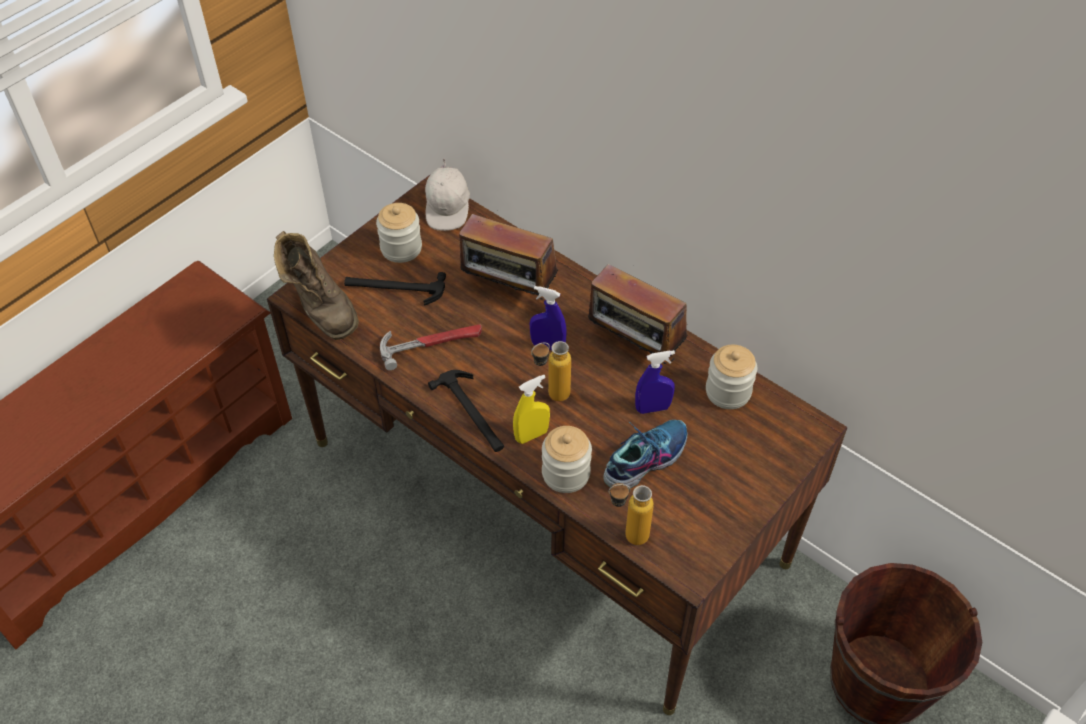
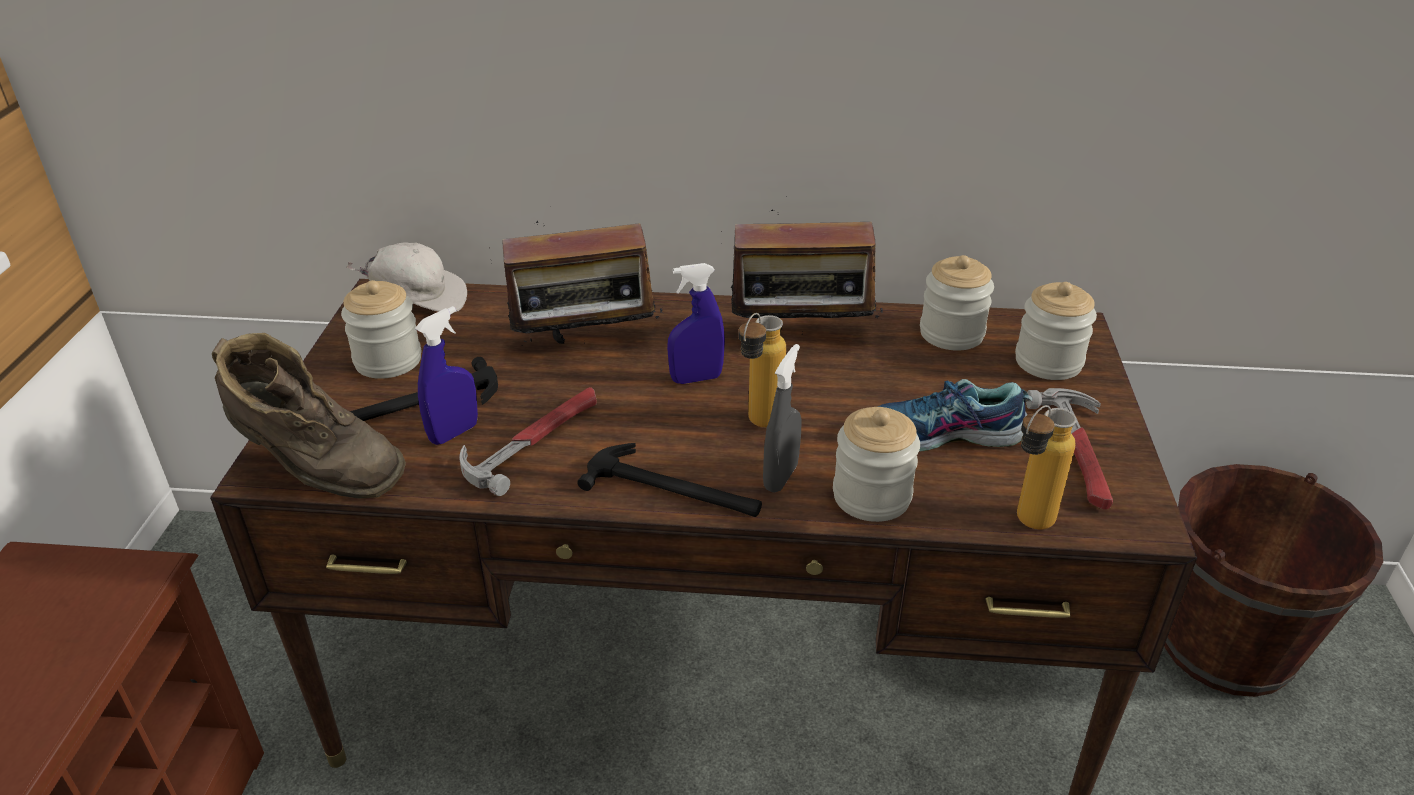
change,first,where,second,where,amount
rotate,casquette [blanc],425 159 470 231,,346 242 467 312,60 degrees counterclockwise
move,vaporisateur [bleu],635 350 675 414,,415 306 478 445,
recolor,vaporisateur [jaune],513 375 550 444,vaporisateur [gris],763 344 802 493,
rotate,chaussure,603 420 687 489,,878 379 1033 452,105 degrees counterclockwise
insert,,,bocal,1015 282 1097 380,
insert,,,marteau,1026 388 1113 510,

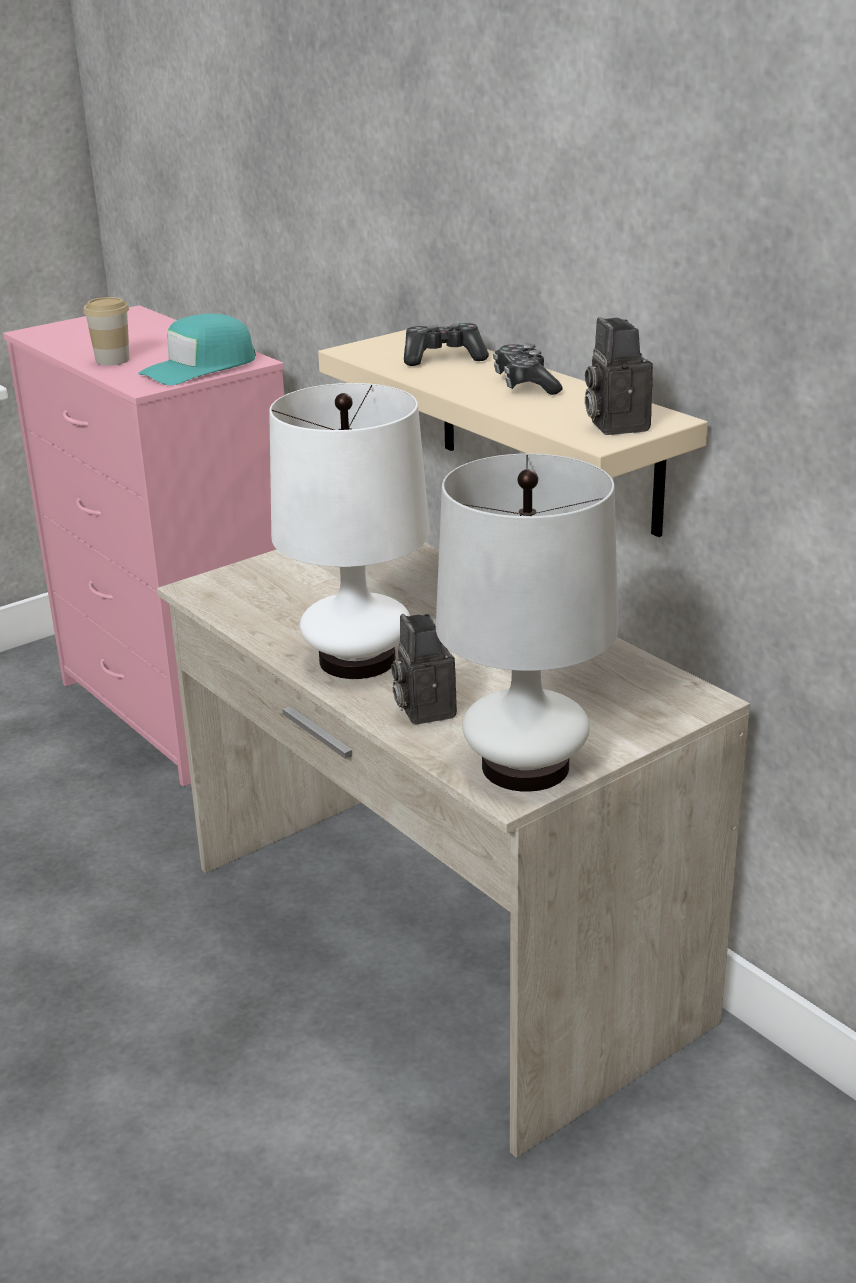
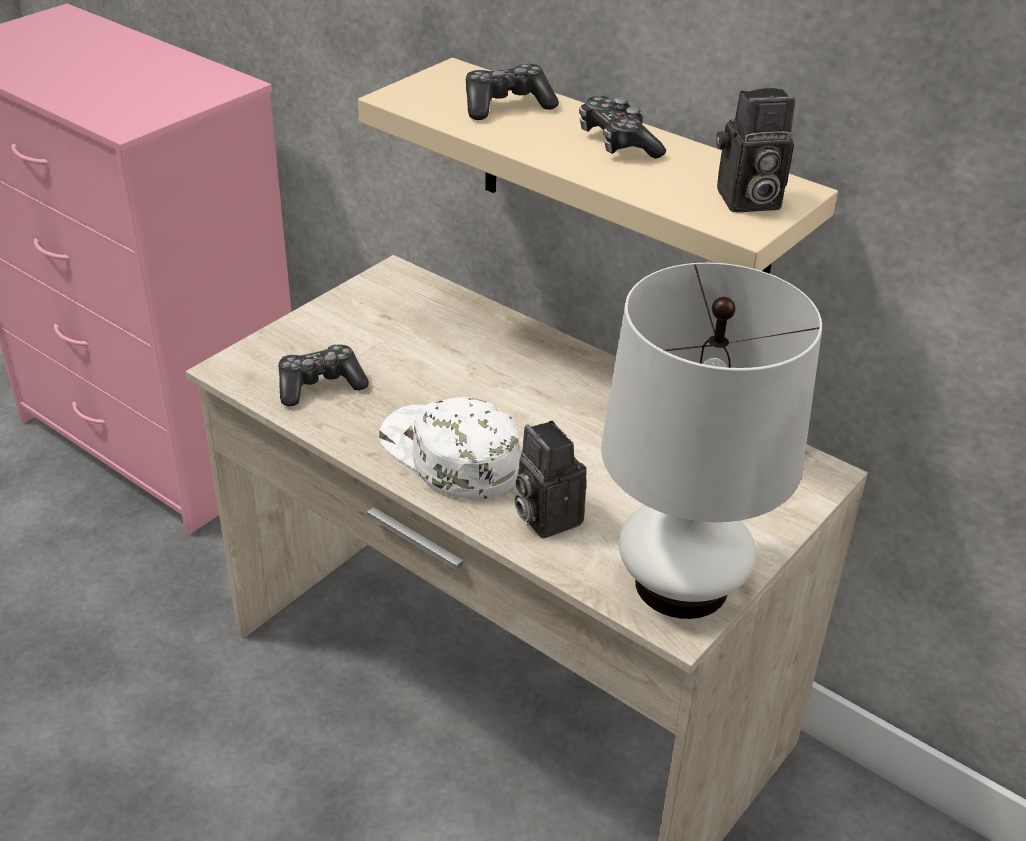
change,first,where,second,where,amount
insert,,,manette,278 344 369 407,
replace,lampe de table [blanc],269 383 430 679,casquette [blanc],379 397 520 499,
rotate,appareil photo,585 317 653 435,,716 88 796 213,75 degrees counterclockwise
delete,tasse,83 297 130 365,,,
delete,casquette [turquoise],138 314 256 385,,,

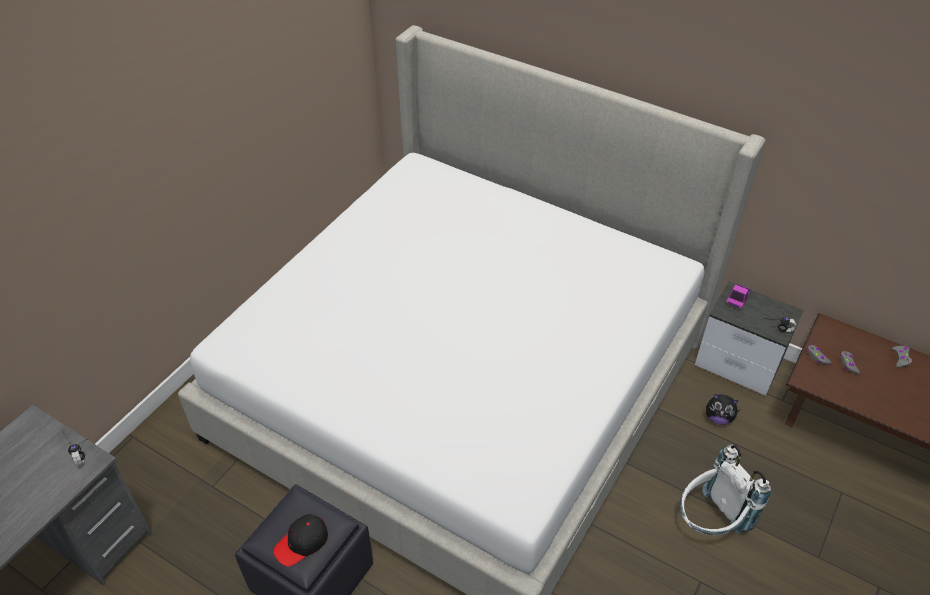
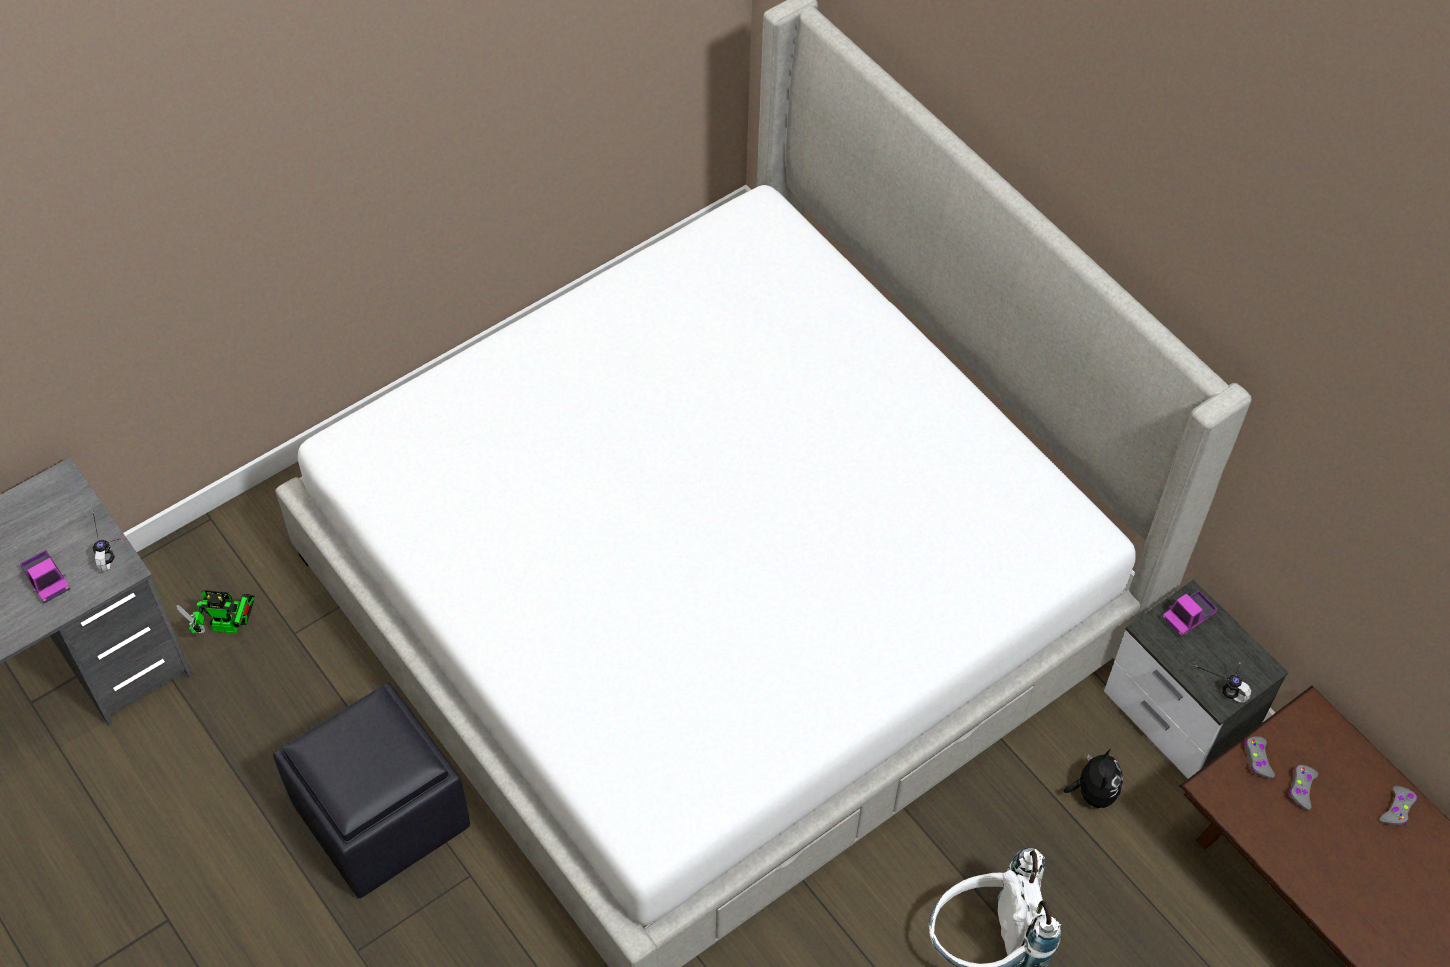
change,first,where,second,where,amount
insert,,,camion jouet,20 550 70 603,
insert,,,robot jouet,176 590 255 634,
rotate,peluche,706 394 740 425,,1064 748 1123 808,120 degrees counterclockwise
delete,casquette [noir],274 514 328 567,,,

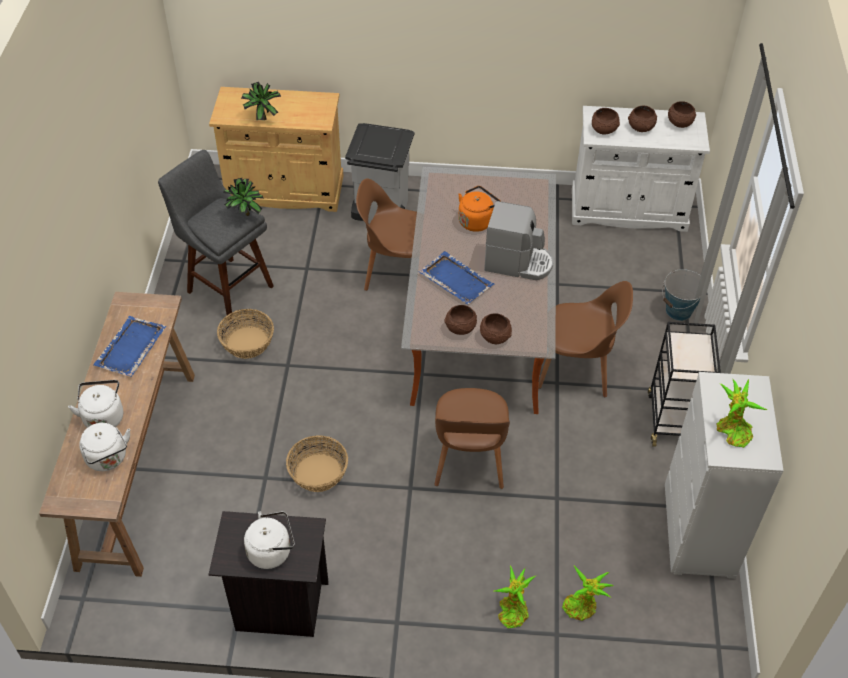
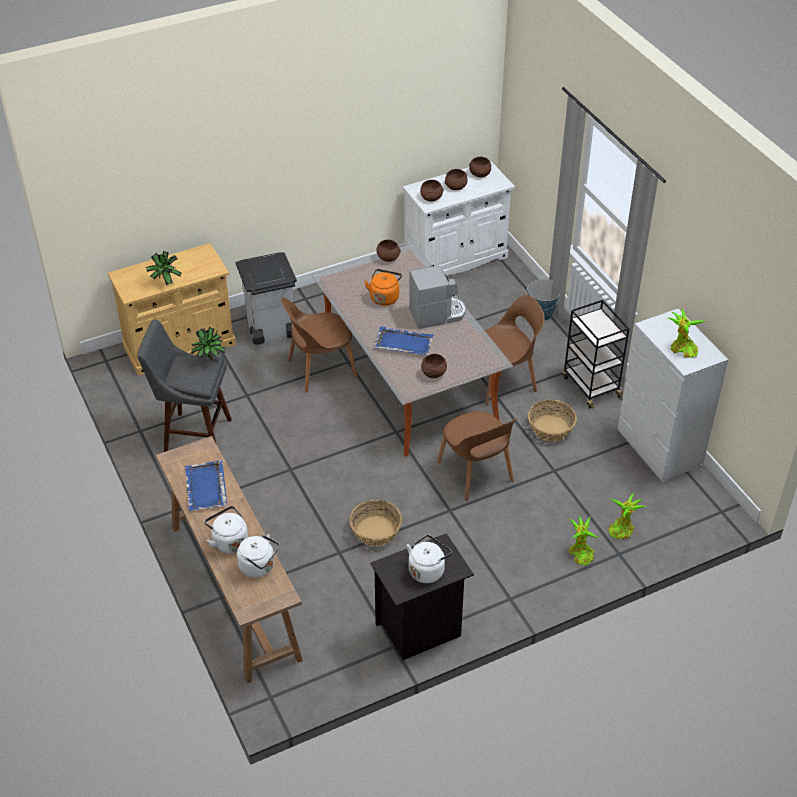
change,first,where,second,where,amount
move,bol [marron],480 313 512 344,,376 240 401 262,
move,panier,217 309 274 359,,528 400 577 441,

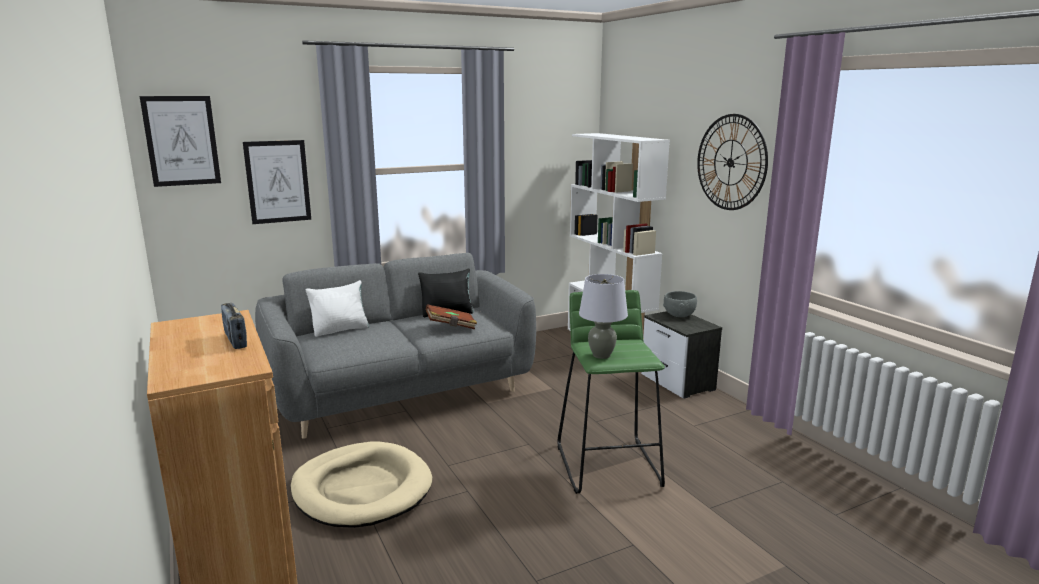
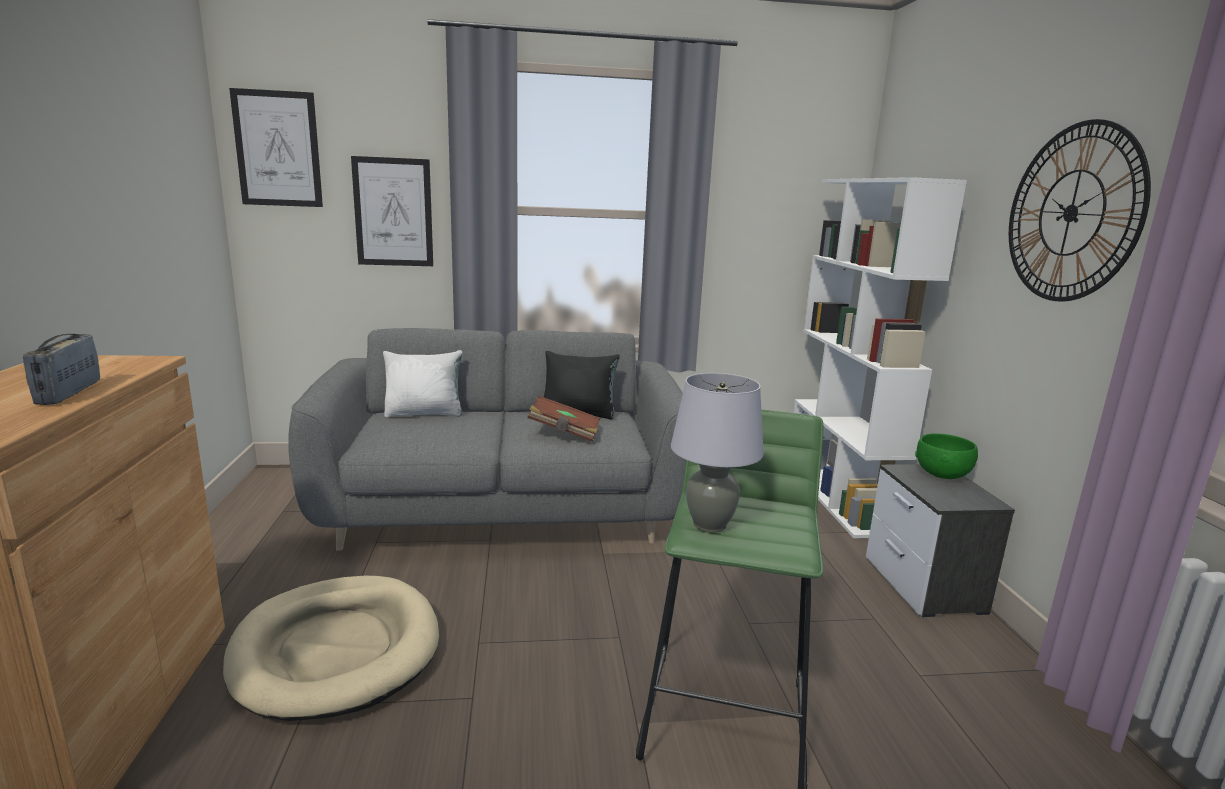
change,first,where,second,where,amount
recolor,bol [gris],663 291 697 317,bol [vert],915 433 978 479,

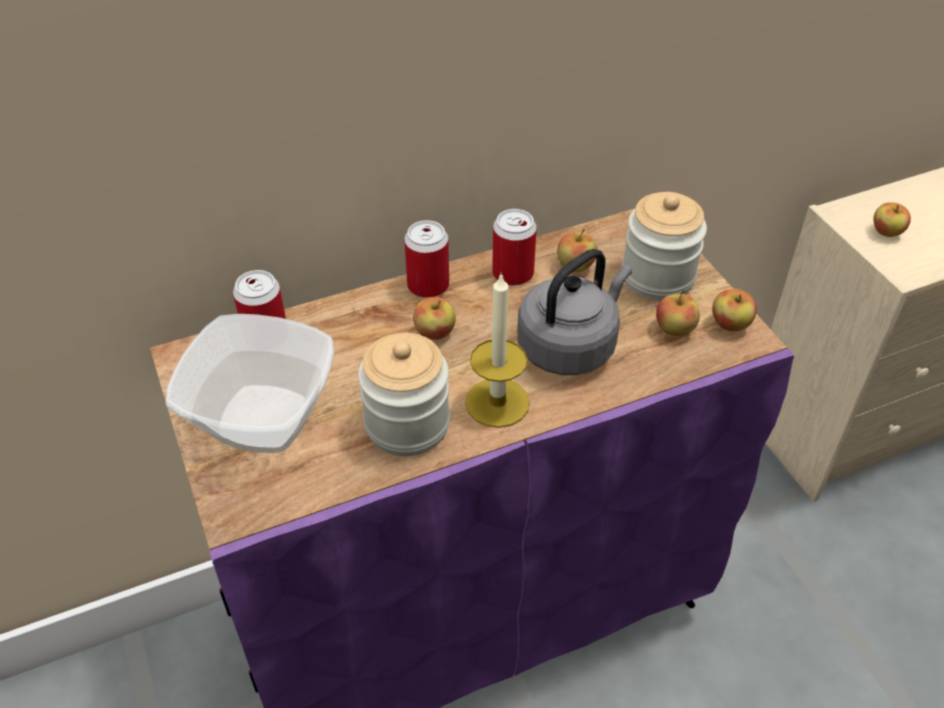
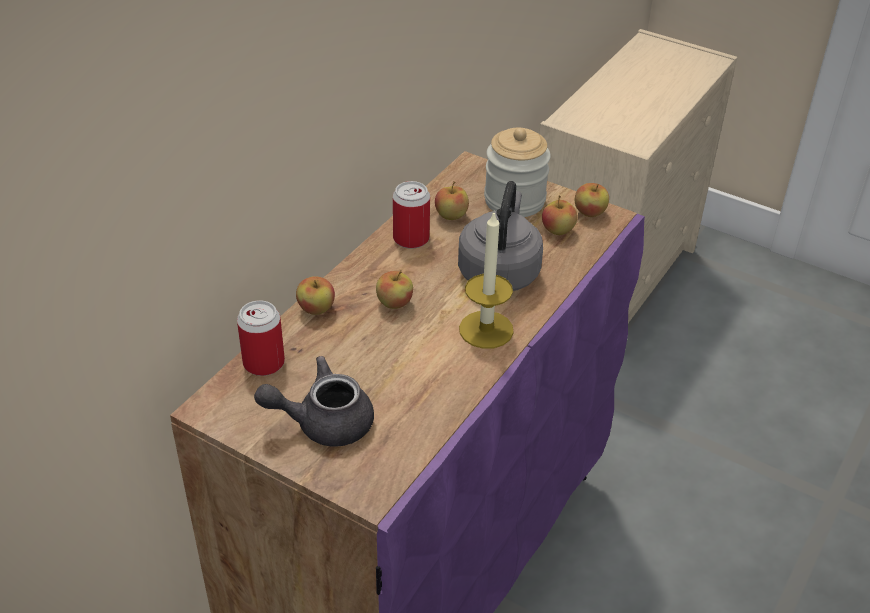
change,first,where,second,where,amount
replace,bol,166 314 334 453,théière [gris],254 356 374 447,
move,pomme,873 202 911 237,,296 276 335 315,
delete,bocal,358 333 450 456,,,
delete,boîte métallique,404 220 449 298,,,

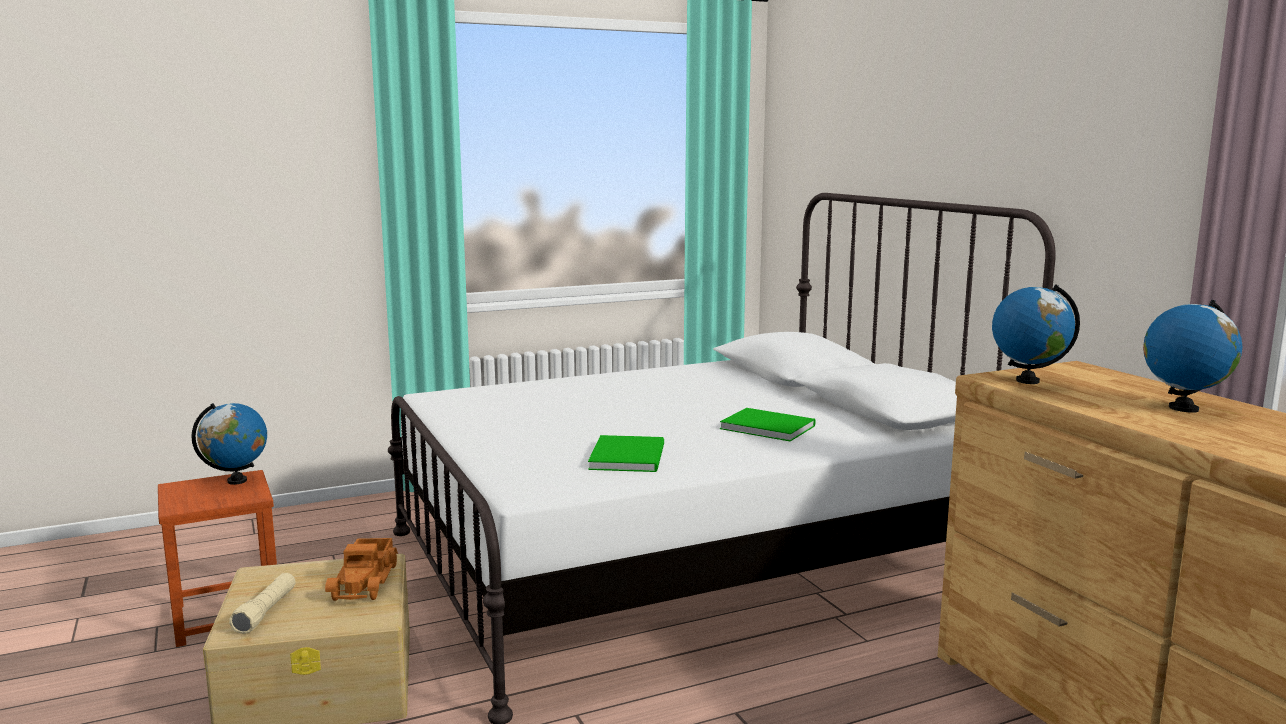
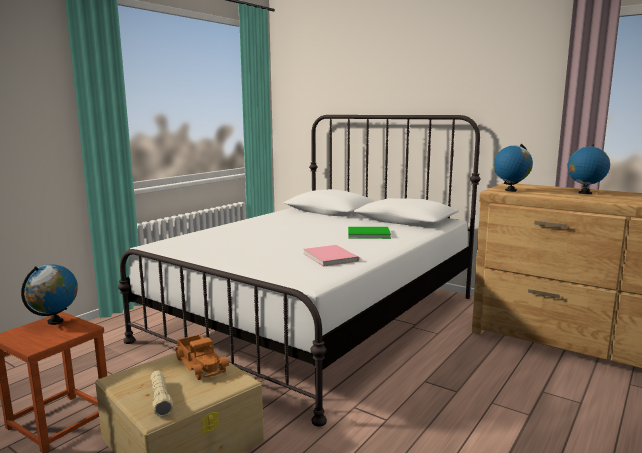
change,first,where,second,where,amount
recolor,livre [vert],588 435 664 472,livre [rose],303 245 359 267,

